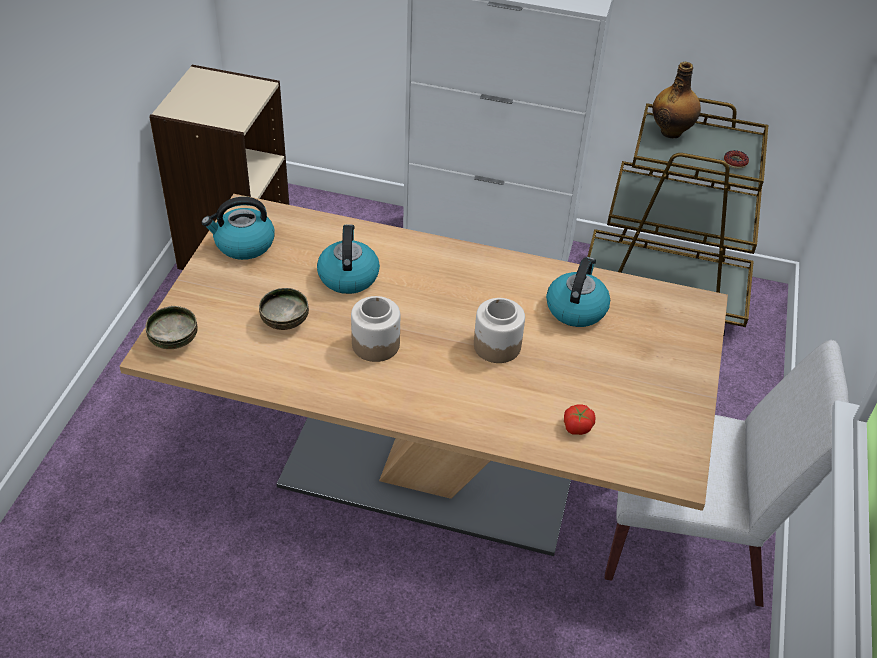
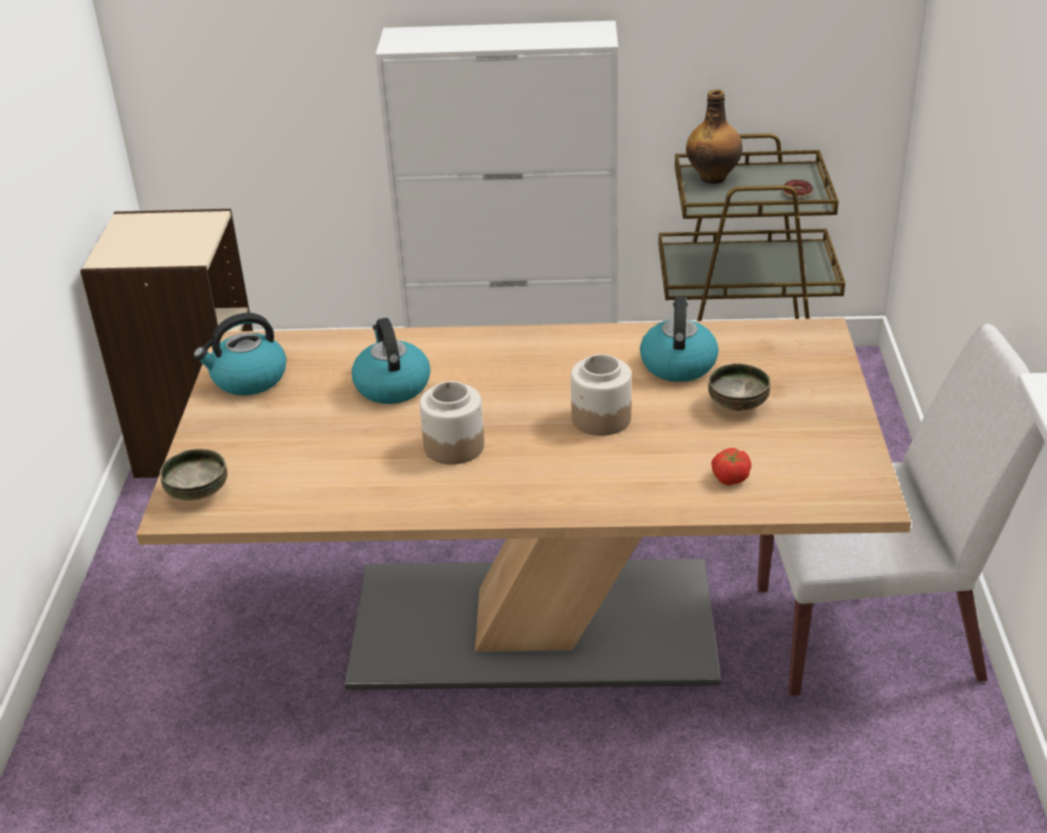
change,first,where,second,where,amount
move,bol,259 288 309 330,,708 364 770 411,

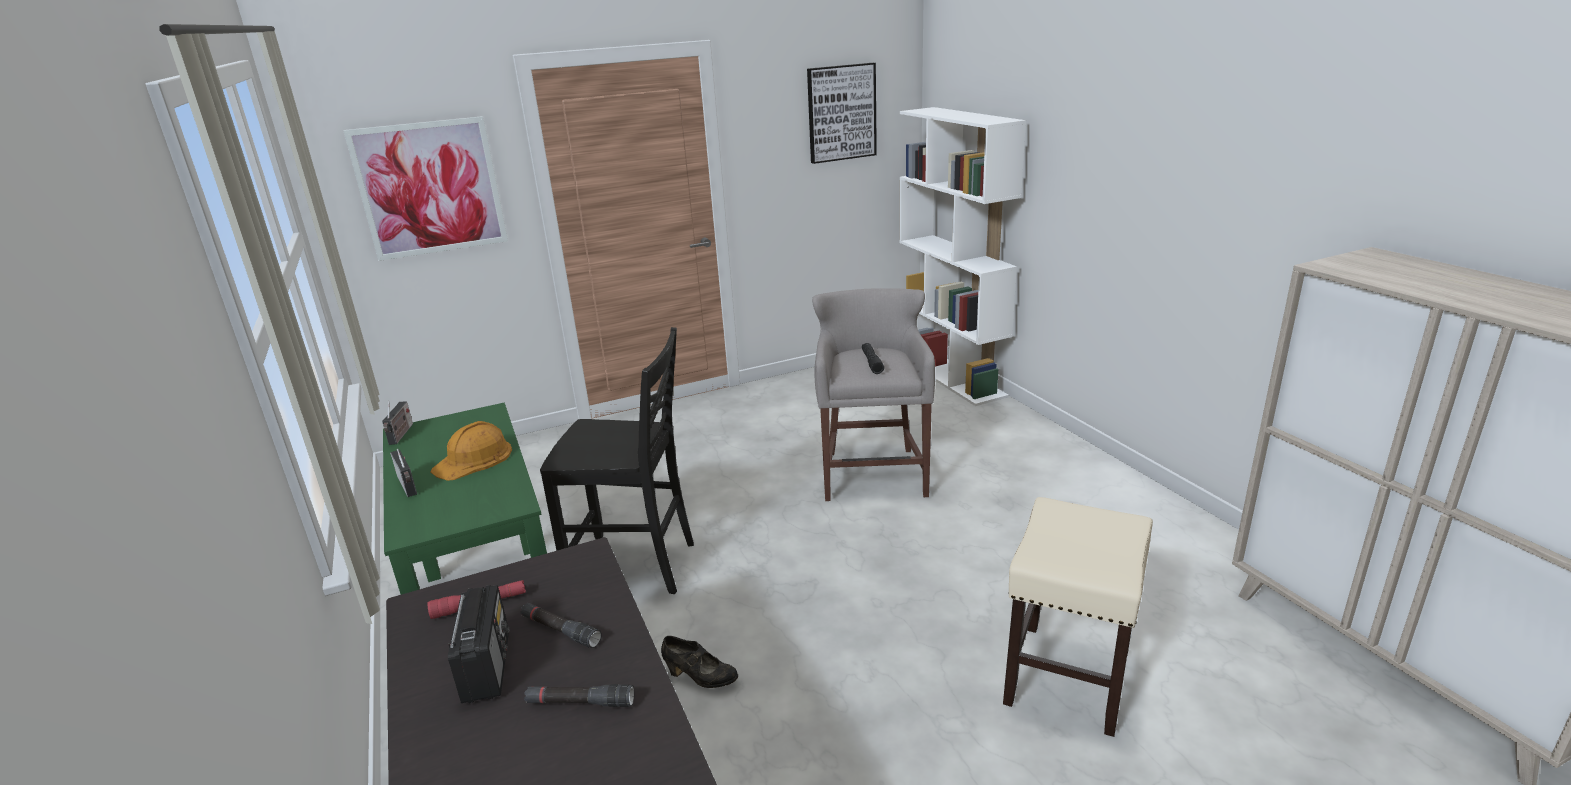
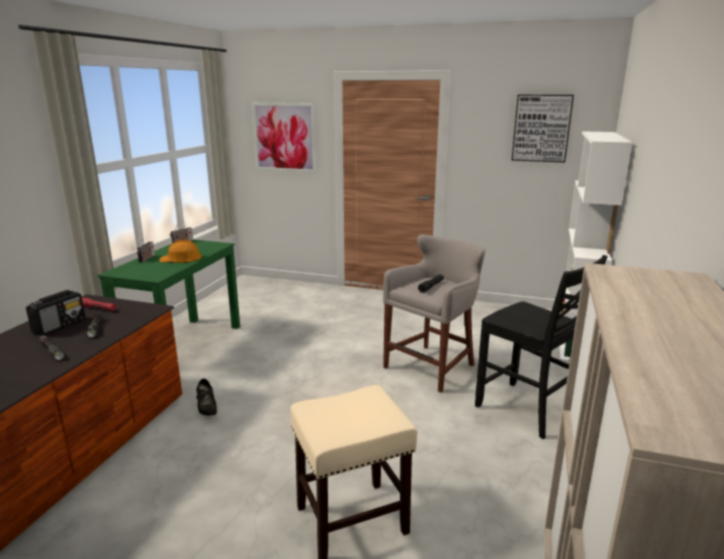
change,first,where,second,where,amount
move,chaise [noir],540 327 694 594,,475 255 608 439,

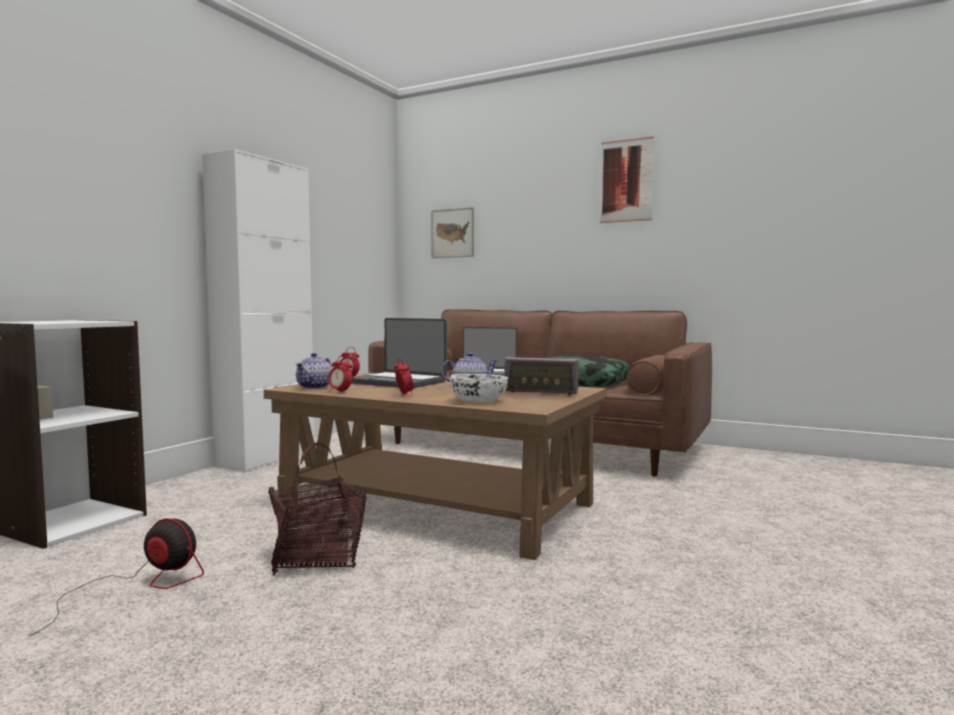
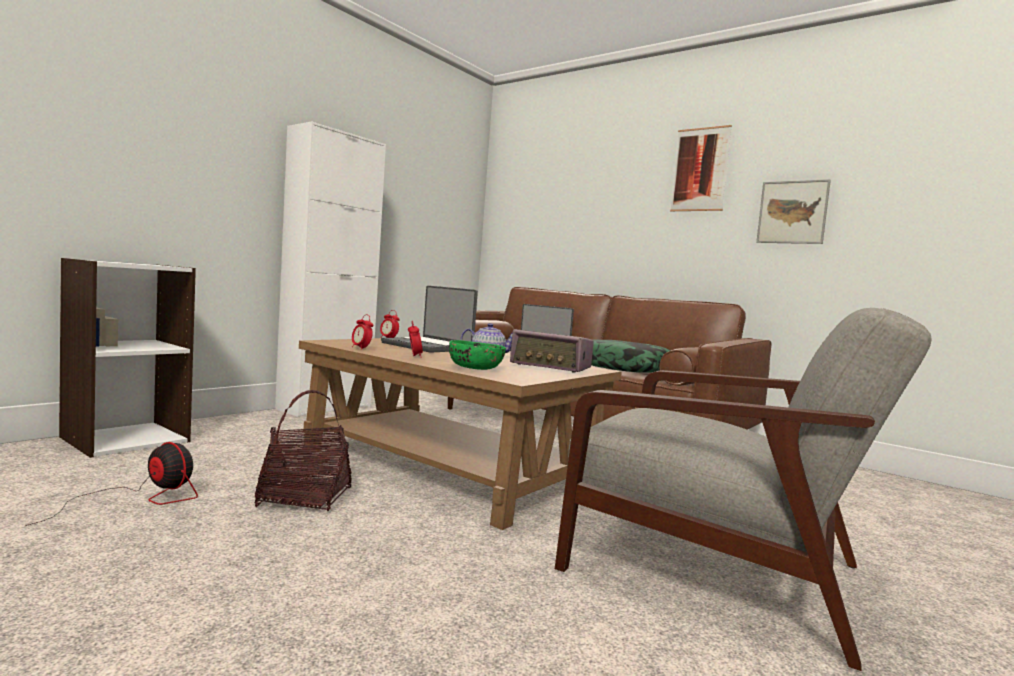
change,first,where,second,where,amount
recolor,bol [blanc],450 374 508 402,bol [vert],449 340 506 370,
insert,,,fauteuil [gris],555 308 932 671,
move,tableau,431 207 474 258,,756 179 831 244,
delete,théière,296 353 332 389,,,

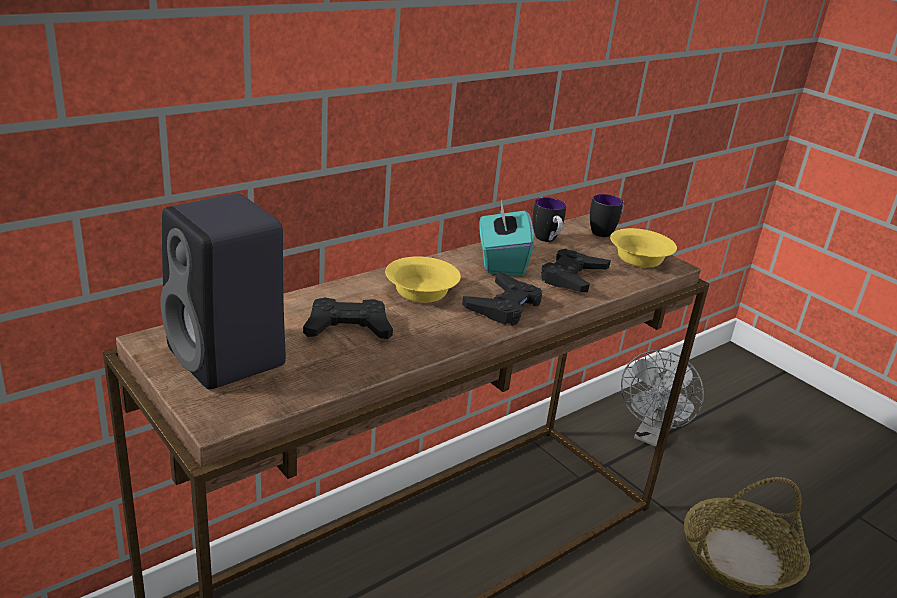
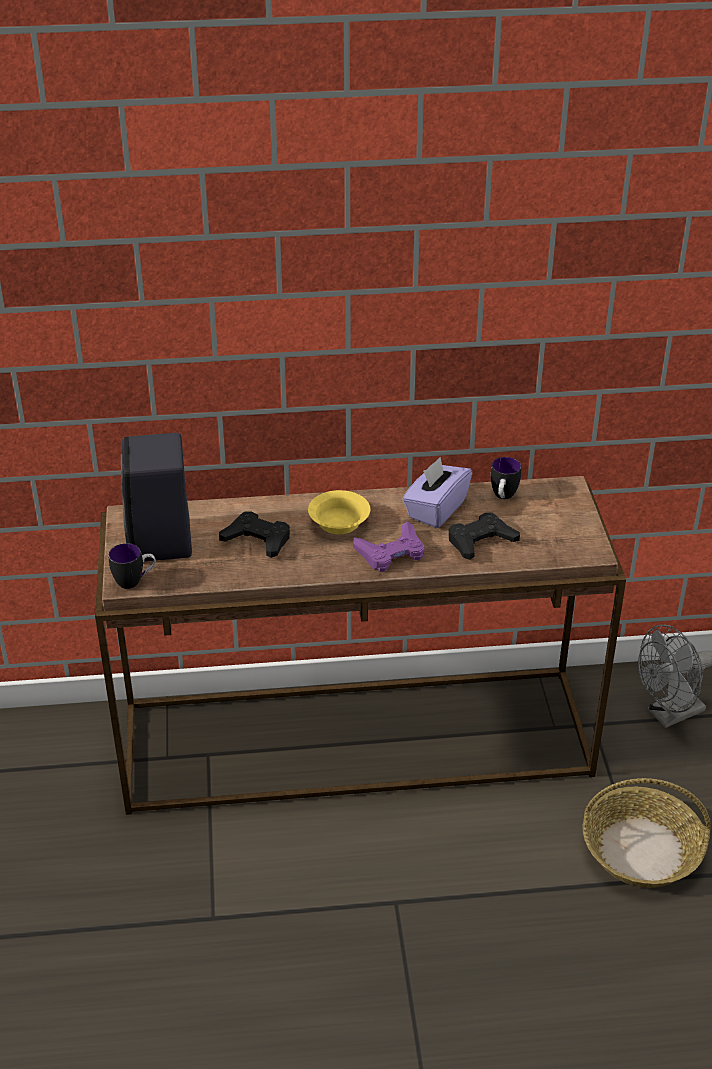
change,first,where,second,where,amount
move,mug,590 194 624 237,,108 543 156 589,
recolor,manette [noir],462 271 542 326,manette [violet],353 521 424 572,
recolor,boîte à mouchoirs [turquoise],479 200 534 276,boîte à mouchoirs [violet],402 457 472 528,
delete,bol [jaune],610 228 677 268,,,

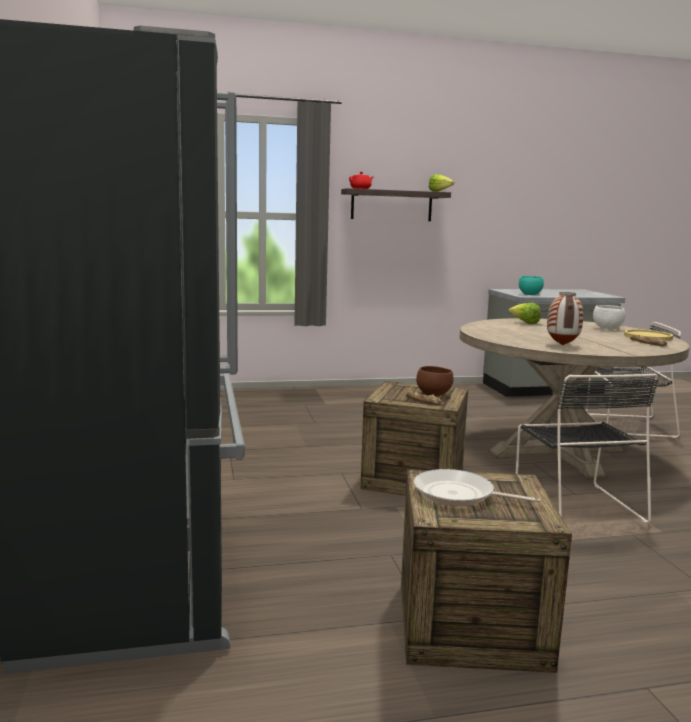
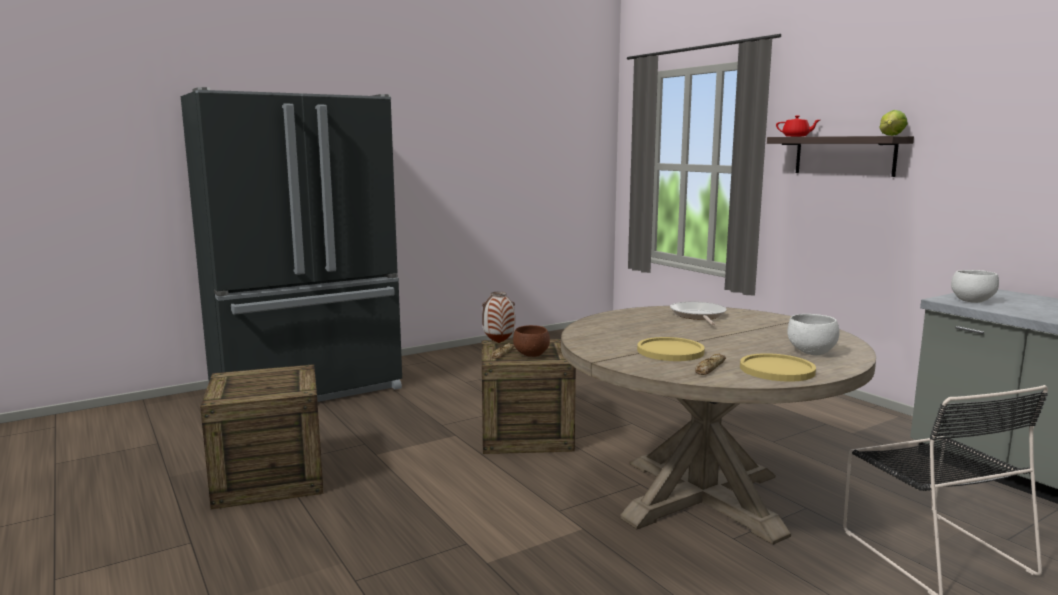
change,first,where,second,where,amount
move,vase,547 292 583 345,,482 292 515 343,
insert,,,assiette [jaune],637 337 705 361,
move,poêle,414 469 540 506,,670 302 726 325,
recolor,bol [turquoise],519 276 544 295,bol [blanc],951 270 999 303,
delete,laitue,508 303 541 324,,,
delete,chaise [noir],516 373 658 524,,,

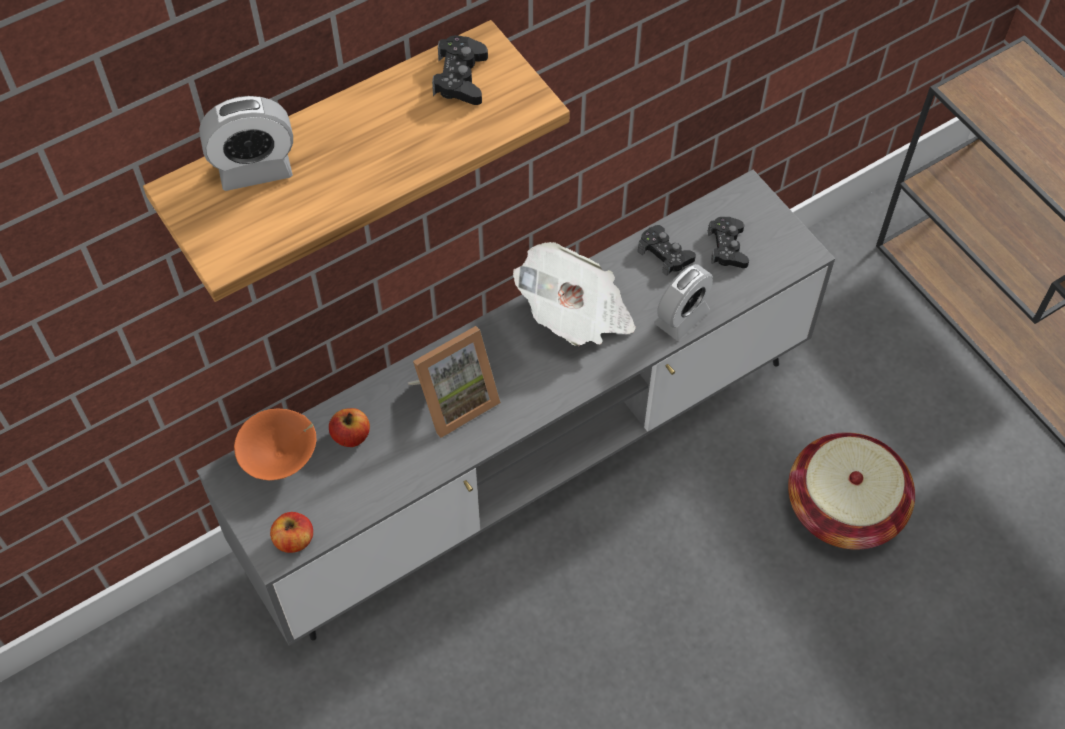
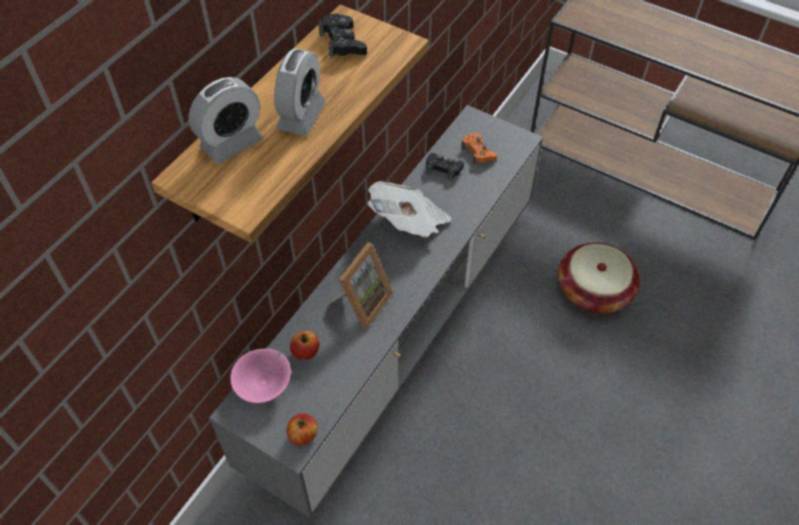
change,first,where,second,where,amount
recolor,bol [orange],234 408 316 480,bol [rose],230 348 291 403,
move,réveil,654 264 713 340,,274 48 326 136,
recolor,manette [noir],708 217 749 268,manette [orange],461 133 497 165,

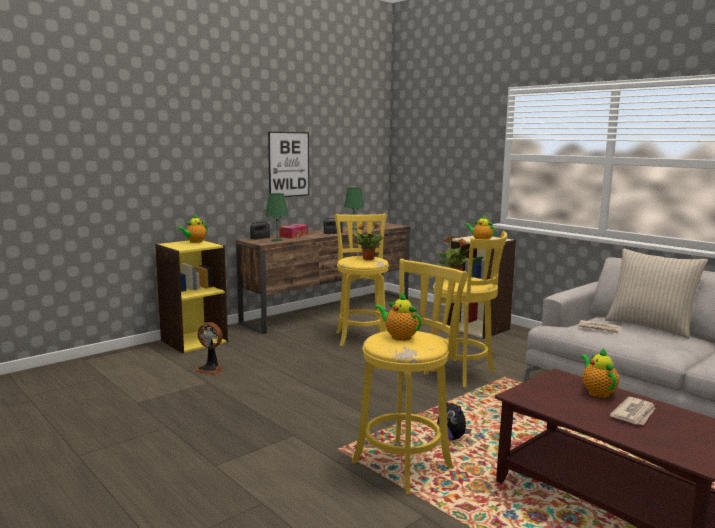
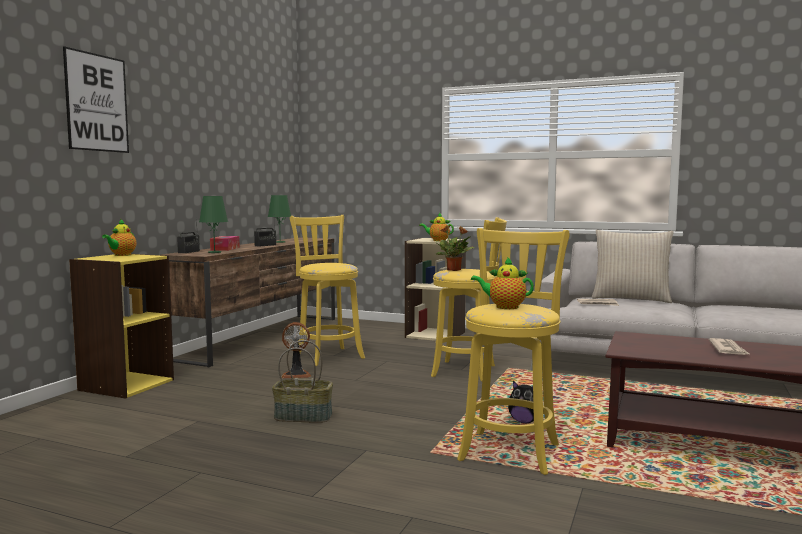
change,first,where,second,where,amount
move,tableau,268 132 309 197,,63 46 129 153,
insert,,,panier,272 340 333 423,
move,ventilateur,194 322 223 375,,281 322 311 378,
delete,plante en pot,354 222 384 260,,,
delete,théière,581 348 619 398,,,

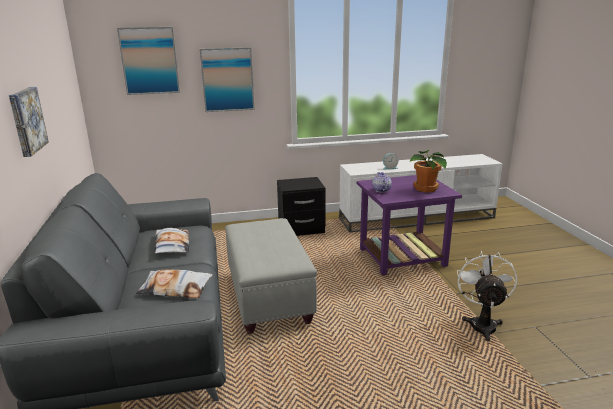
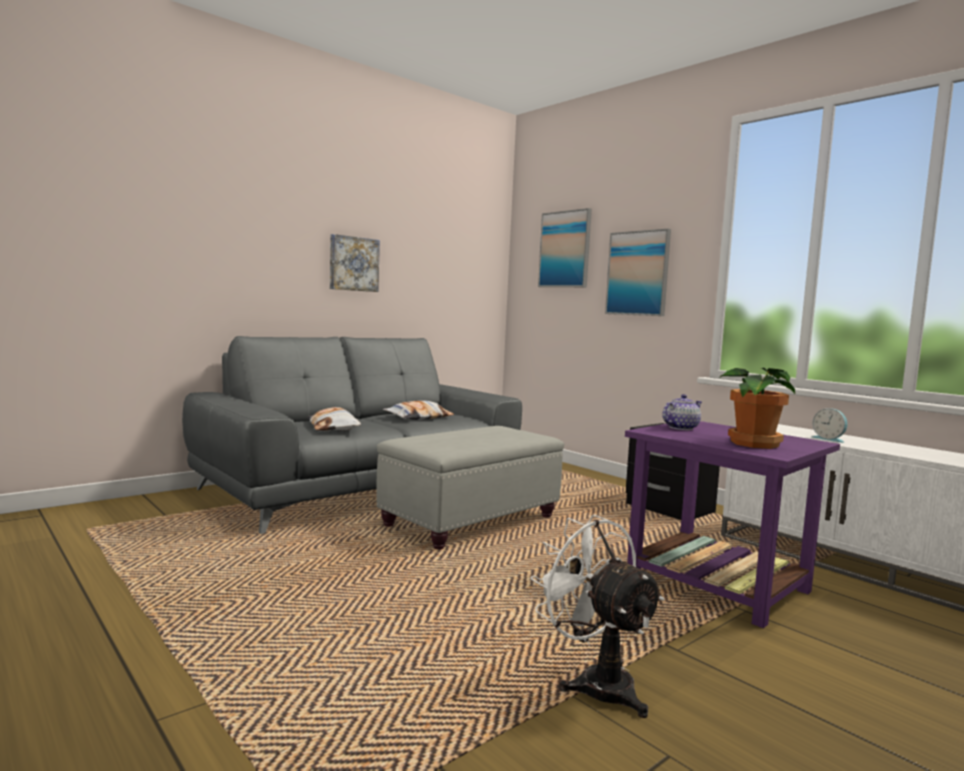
change,first,where,second,where,amount
rotate,ventilateur [blanc],457 251 517 341,,531 515 665 718,105 degrees counterclockwise

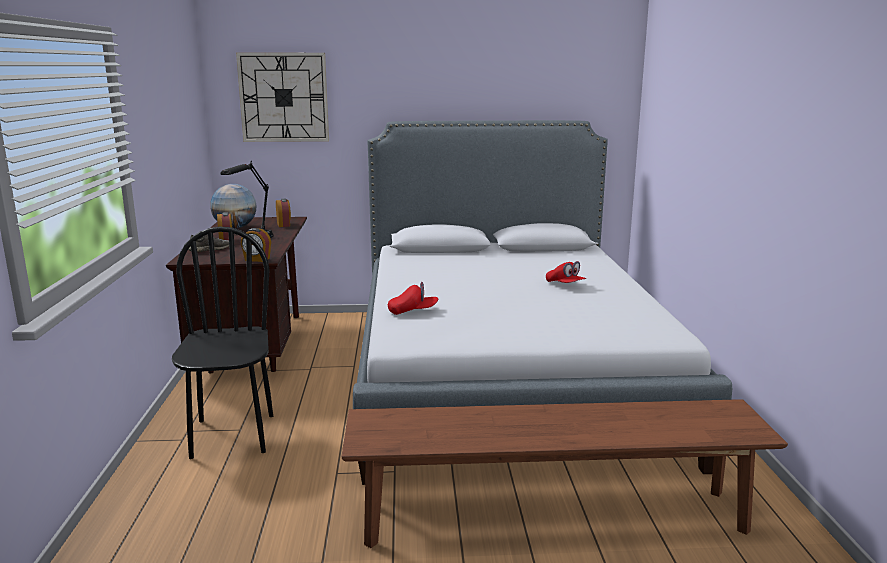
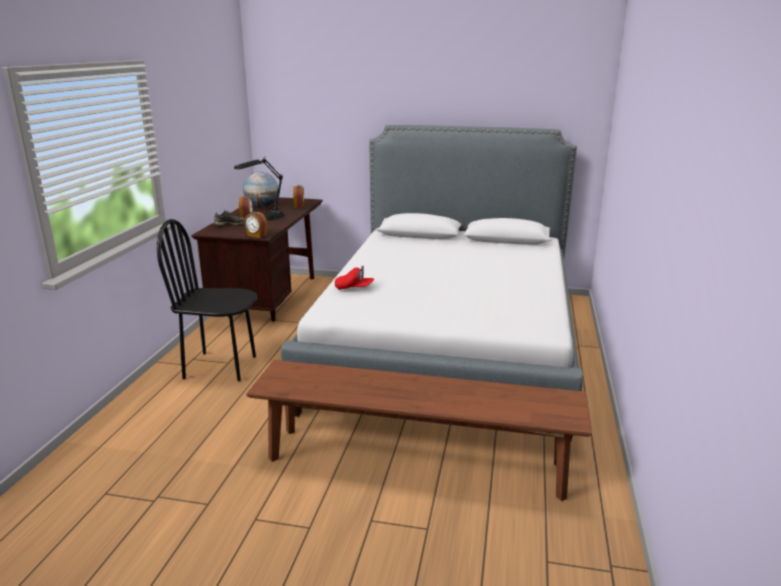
change,first,where,second,where,amount
rotate,chaise [noir],172 227 273 459,,157 219 257 381,90 degrees counterclockwise
delete,horloge murale,236 53 329 142,,,
delete,casquette [rouge],546 261 587 283,,,

